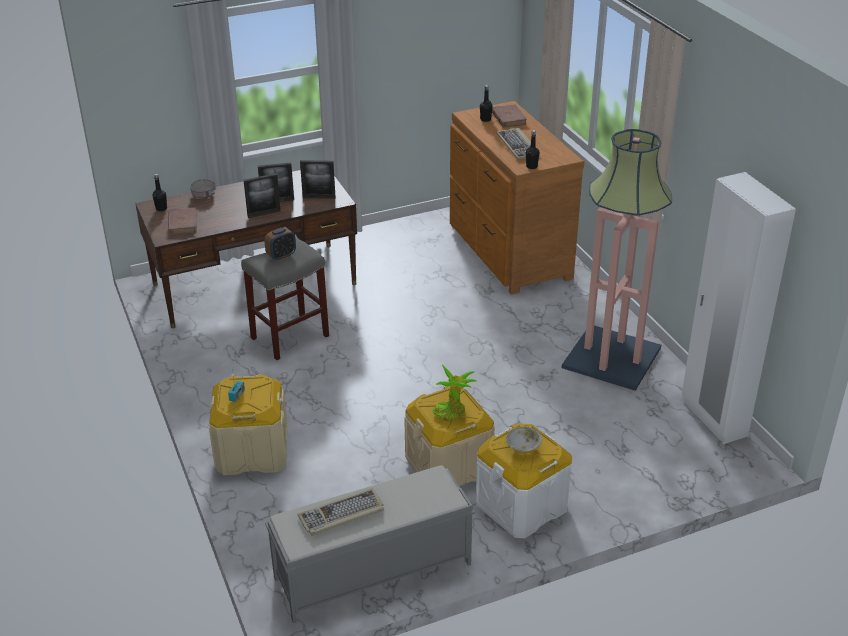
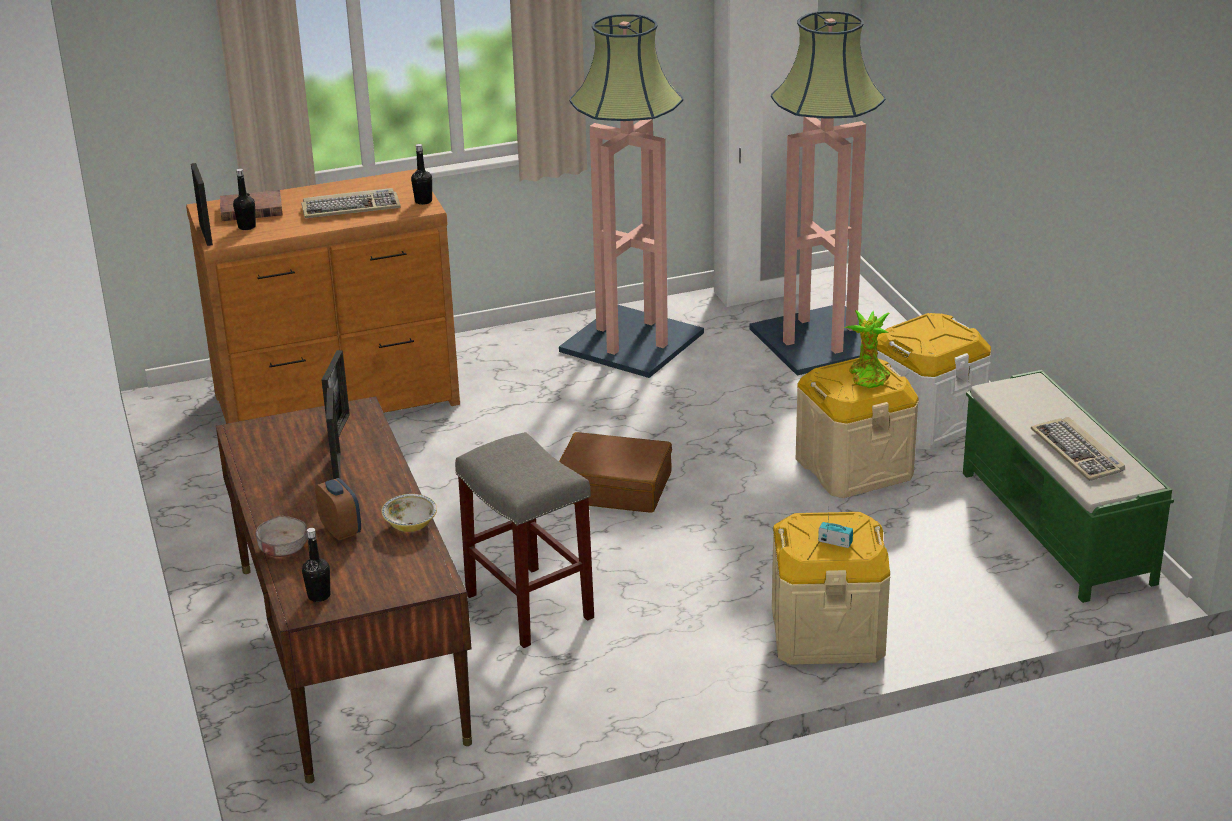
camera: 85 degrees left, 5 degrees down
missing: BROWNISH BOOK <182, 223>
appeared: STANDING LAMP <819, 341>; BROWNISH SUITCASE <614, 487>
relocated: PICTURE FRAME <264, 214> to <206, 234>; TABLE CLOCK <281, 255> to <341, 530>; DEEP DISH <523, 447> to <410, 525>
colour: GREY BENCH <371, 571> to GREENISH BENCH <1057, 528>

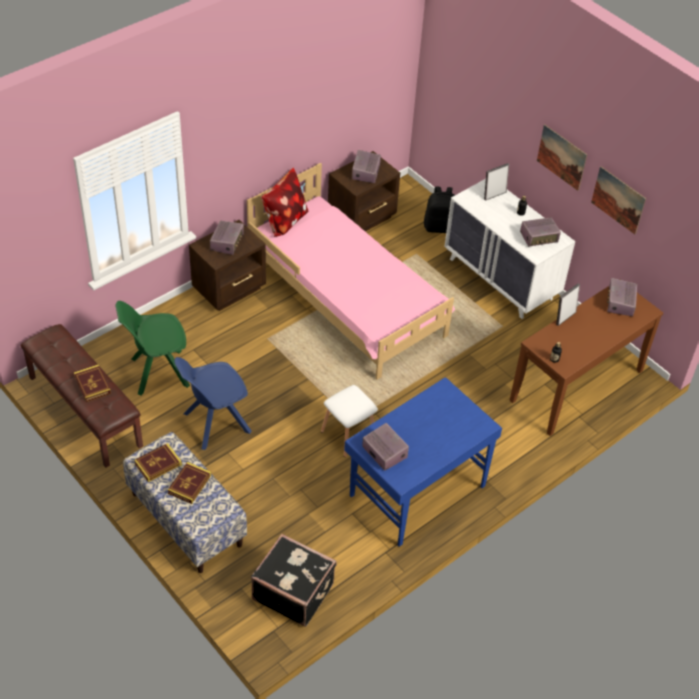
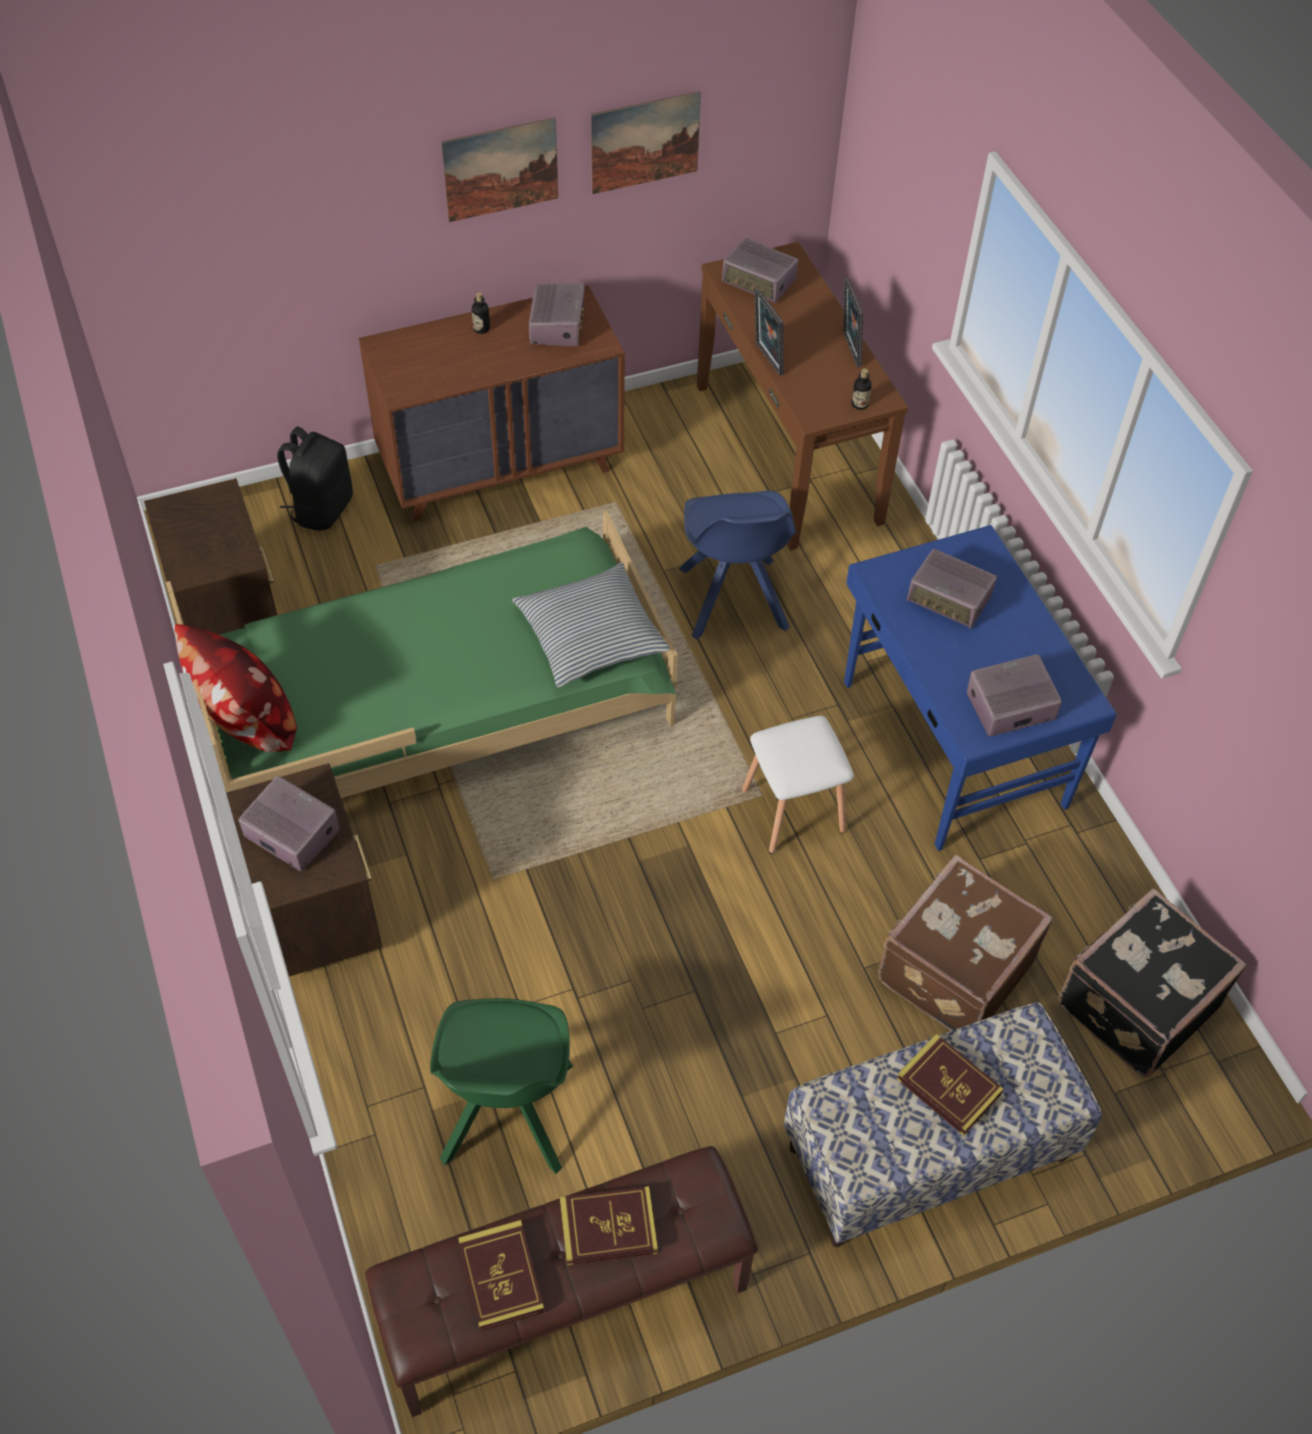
camera: 70 degrees left, 5 degrees up
appeared: CUSHION <591, 636>; BROWNISH SUITCASE <952, 969>
relocated: RADIO <365, 172> to <949, 600>; PICTURE FRAME <494, 195> to <849, 350>; BLUE-COLOURED CHAIR <215, 423> to <733, 601>; BOOK <158, 464> to <501, 1277>
colour: PINK-COLOURED BEDROOM BED <347, 297> to GREENISH BEDROOM BED <439, 709>; WHITE CHEST OF DRAWERS <501, 279> to BROWNISH CHEST OF DRAWERS <501, 466>

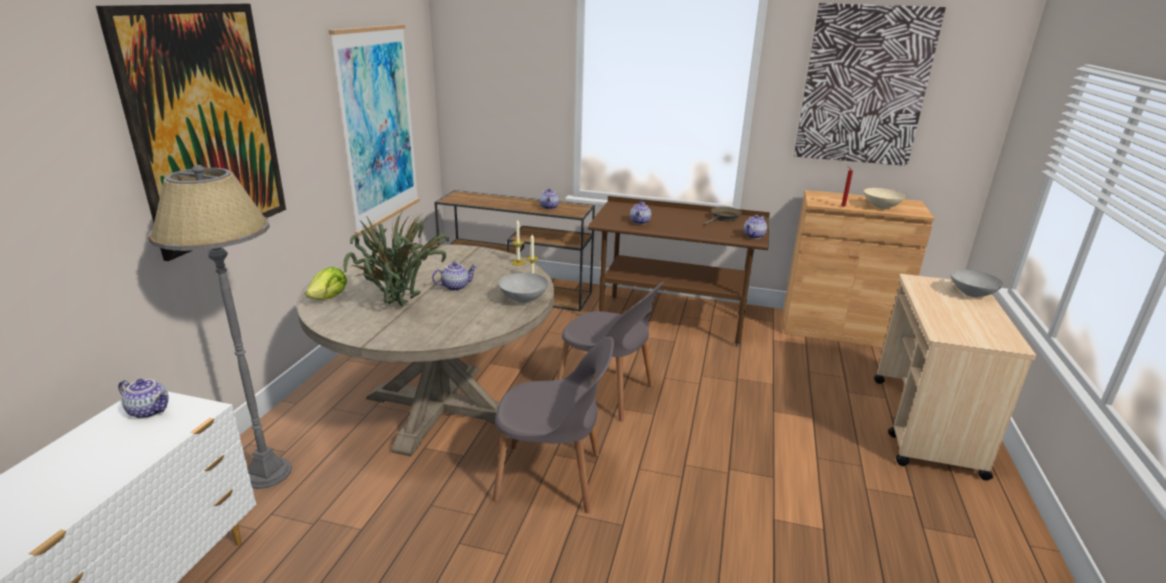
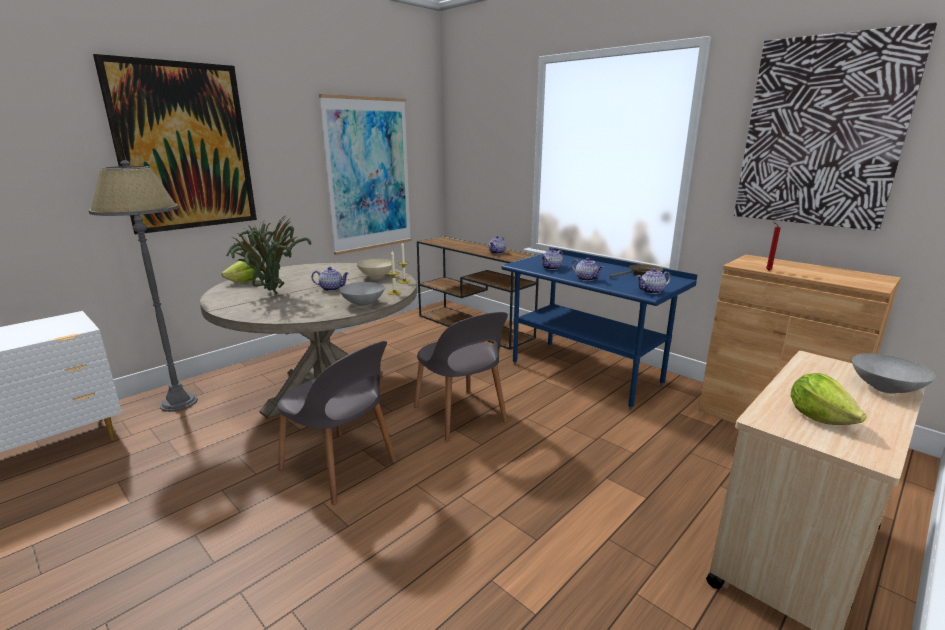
camera: 30 degrees right, 5 degrees down
appeared: LETTUCE <819, 417>
relocated: BEIGE-COLOURED DEEP DISH <880, 207> to <375, 276>; TEA POT <150, 410> to <586, 279>
colour: BROWNISH DESK UNIT <671, 321> to BLUE-COLOURED DESK UNIT <585, 374>

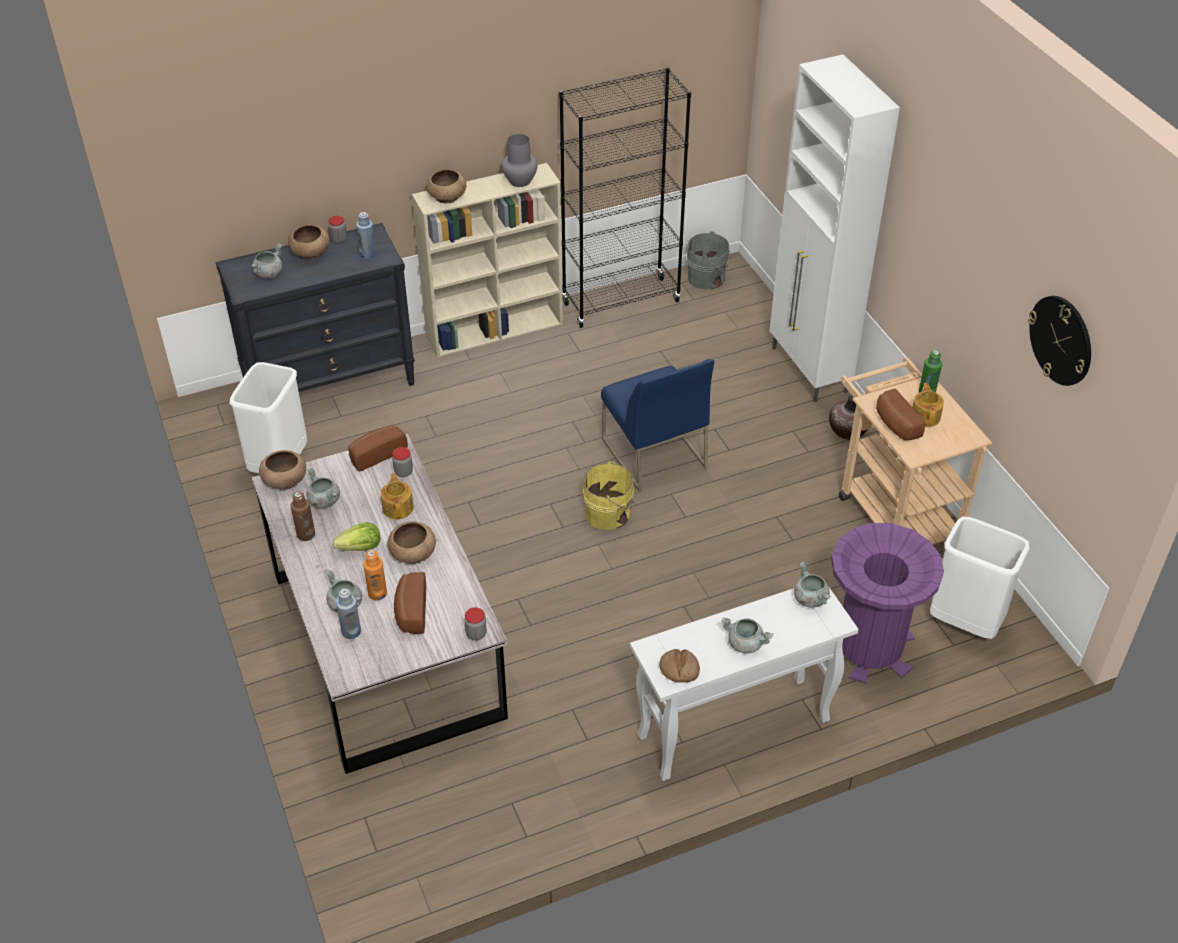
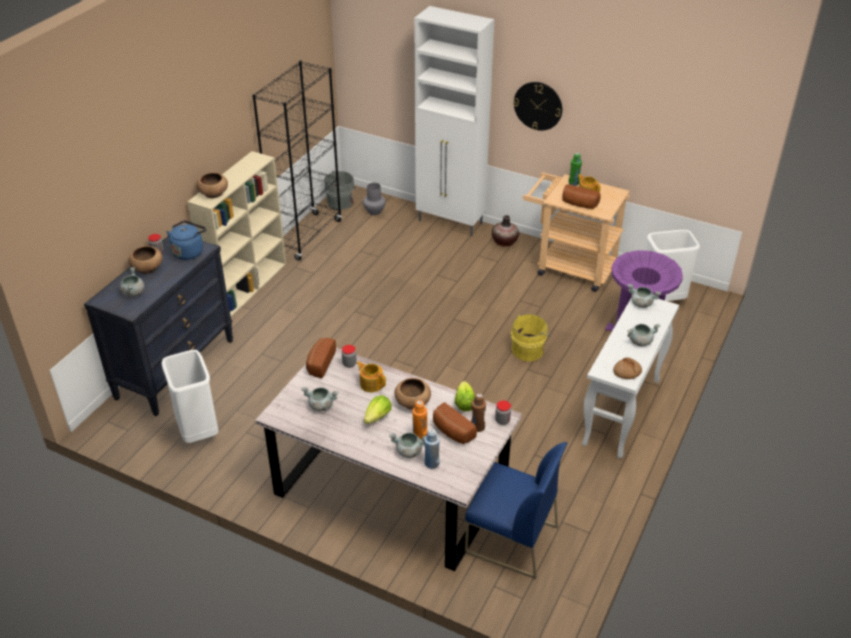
camera: 40 degrees left, 5 degrees down
missing: BROWNISH DEEP DISH <285, 480>
appeared: LETTUCE <464, 404>
relocated: GREY FLOWER VASE <520, 181> to <375, 211>; HANGING CLOCK <1061, 340> to <538, 106>; BLUE-COLOURED CHAIR <653, 453> to <511, 540>; YELLOWISH BUCKET <610, 513> to <529, 350>; BROWNISH BOTTLE <306, 534> to <477, 427>
exchanged: BLUE-COLOURED BOTTLE <368, 254> to BLUE-COLOURED TEA KETTLE <189, 251>

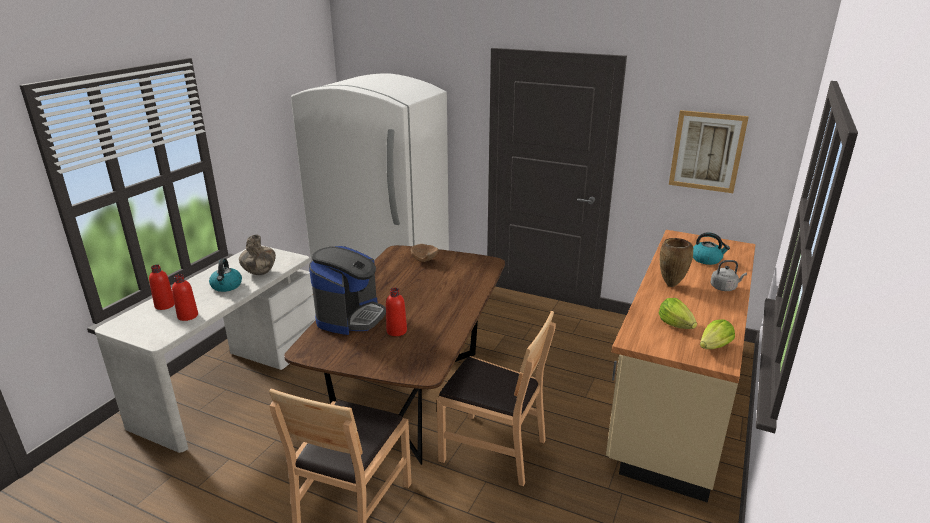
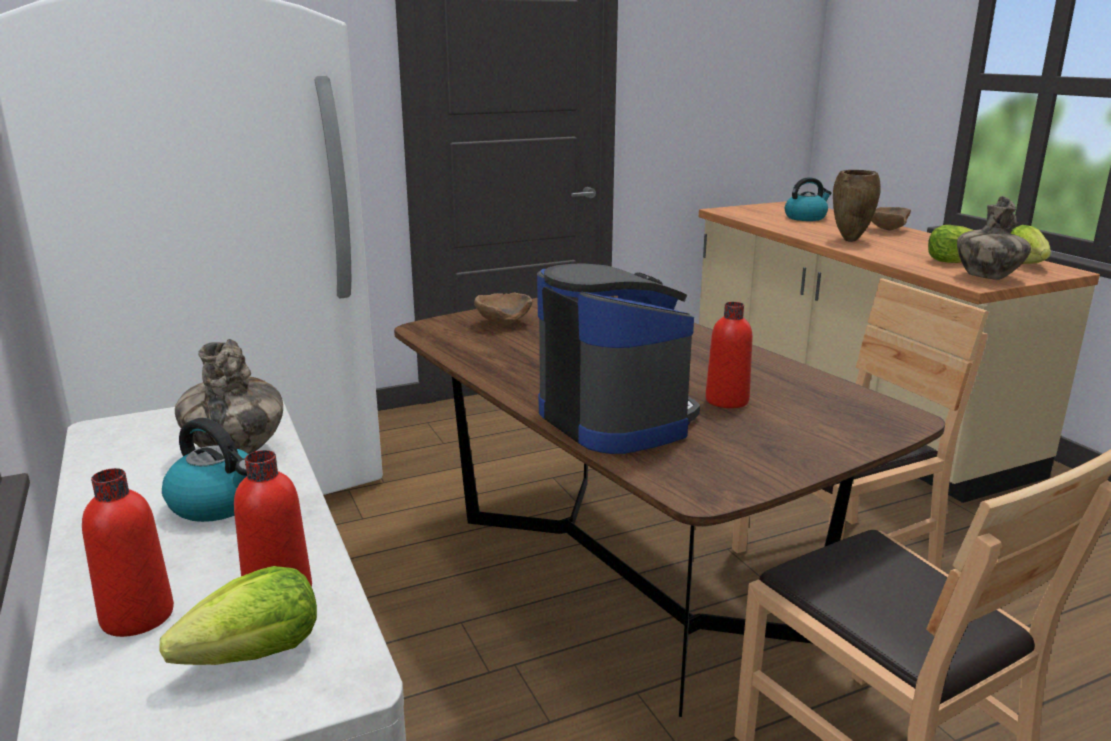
camera: 50 degrees left, 5 degrees down
missing: WALL PICTURE <707, 151>
appeared: FLOWER VASE <986, 277>; LETTUCE <256, 656>
exchanged: GREY TEA KETTLE <724, 287> to BROWNISH DEEP DISH <885, 229>

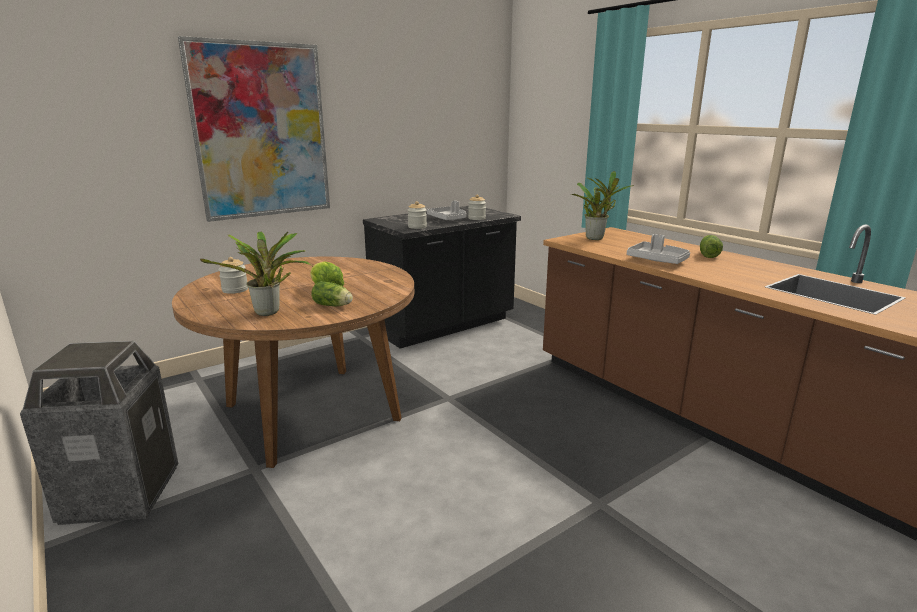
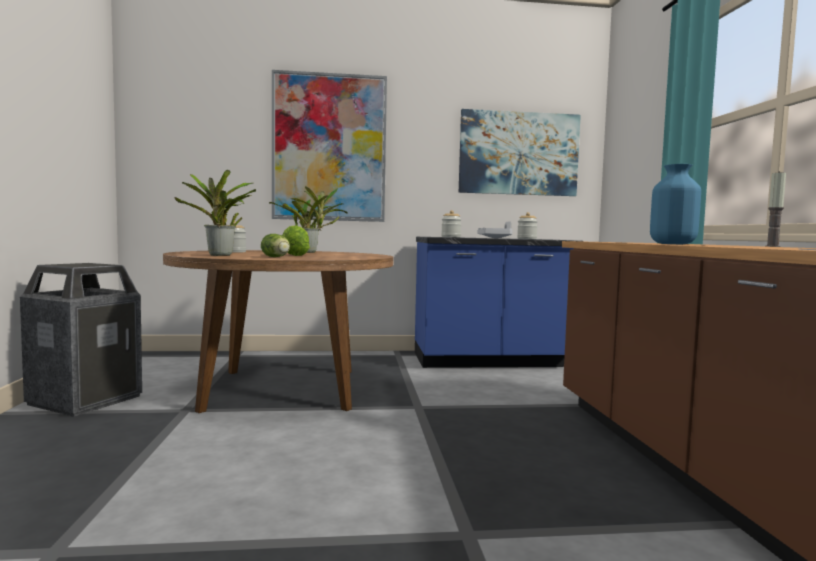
camera: 30 degrees right, 15 degrees down
appeared: WALL PICTURE <518, 153>
relocated: PLANT IN A POT <596, 238> to <310, 252>
exchanged: GREY SERVING TRAY <657, 260> to BLUE-COLOURED FLOWER VASE <673, 244>; LETTUCE <708, 254> to CANDLE <772, 246>
colour: BLACK-COLOURED KITCHEN BASE UNIT <444, 326> to BLUE-COLOURED KITCHEN BASE UNIT <489, 361>

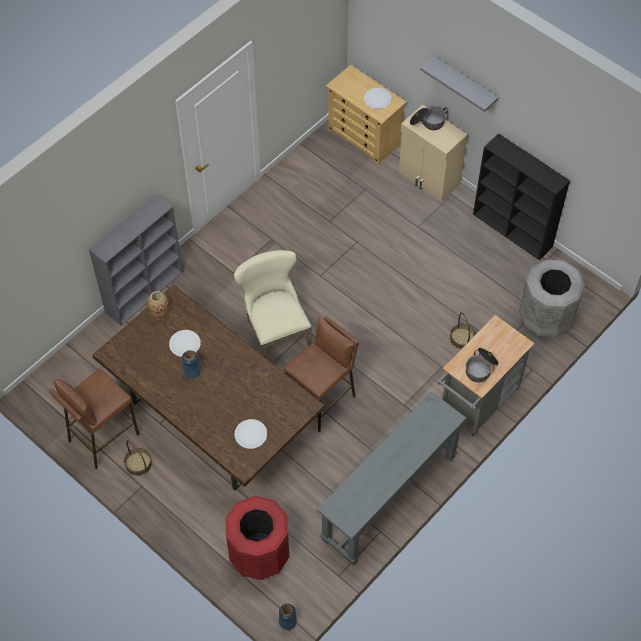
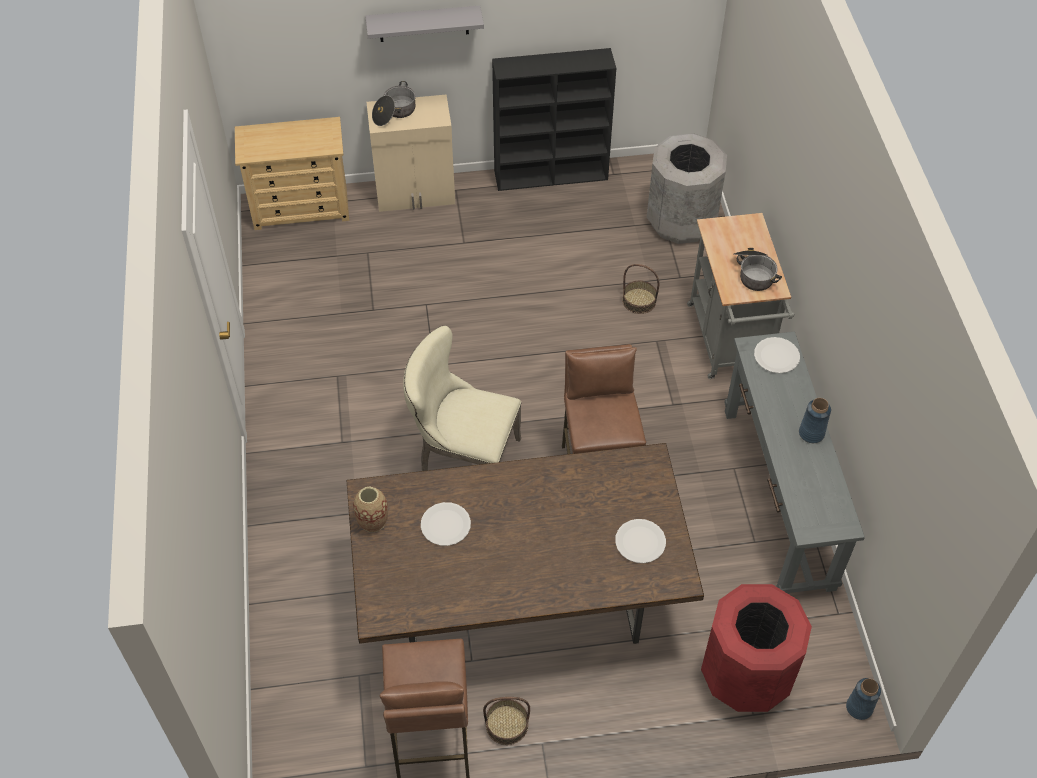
camera: 50 degrees left, 5 degrees down
missing: GREY BOOKCASE <145, 291>
relocated: WHITE FLAT DISH <377, 99> to <776, 356>; BLUE-COLOURED FLOWER VASE <192, 371> to <811, 433>

